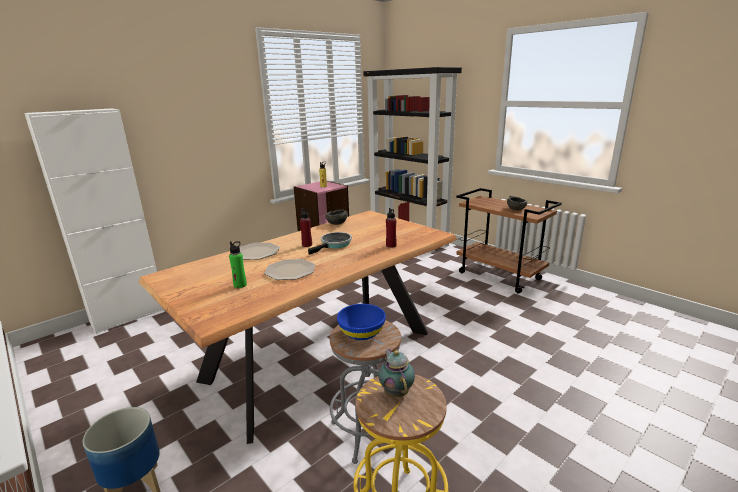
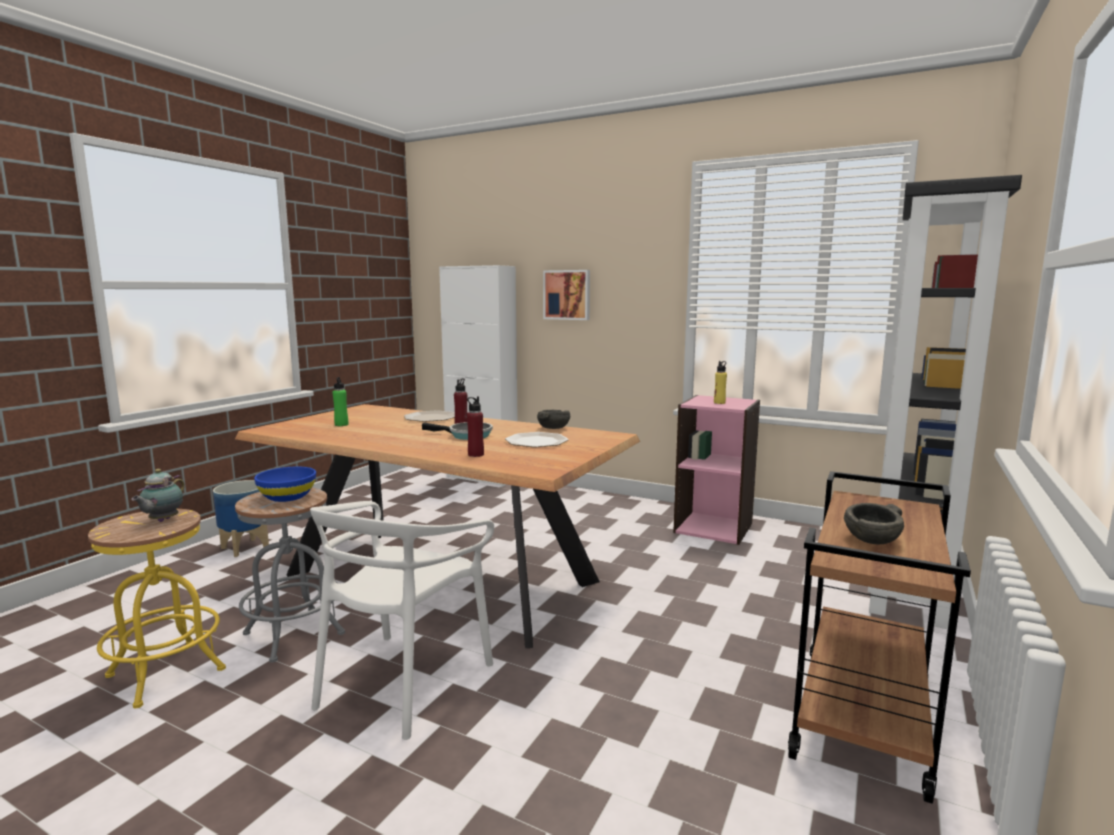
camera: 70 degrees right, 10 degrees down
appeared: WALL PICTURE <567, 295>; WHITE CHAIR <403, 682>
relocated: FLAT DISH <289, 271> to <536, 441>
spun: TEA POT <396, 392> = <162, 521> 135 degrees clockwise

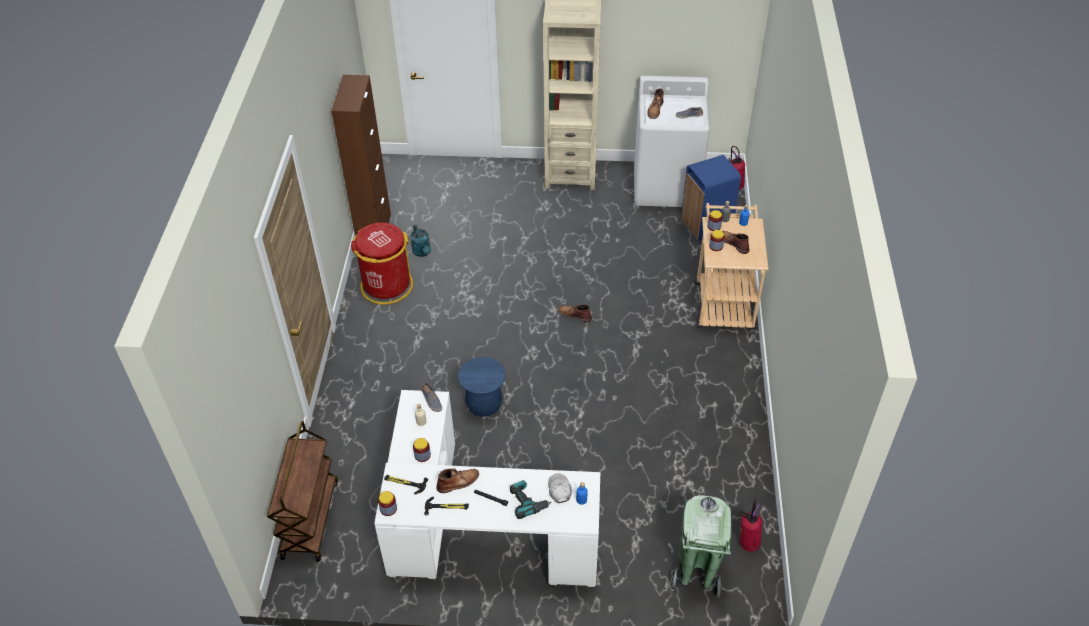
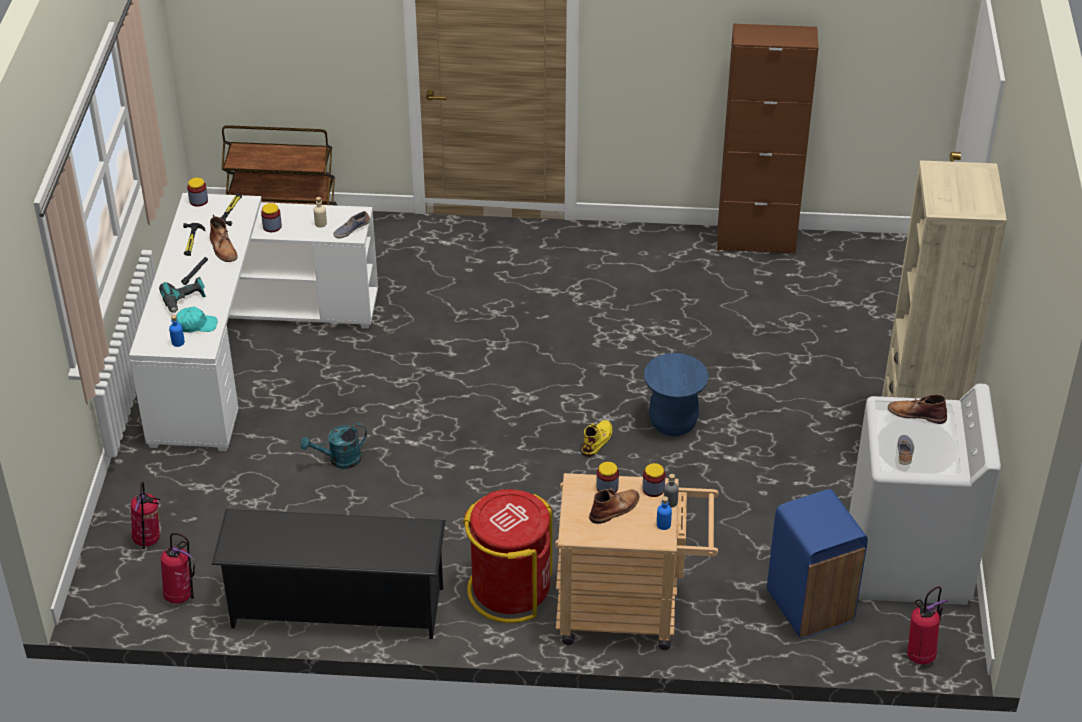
camera: 90 degrees right, 5 degrees down
appeared: BLACK-COLOURED SHOE STAND <336, 607>
relocated: RED-COLOURED TRASH CAN <386, 286> to <509, 590>; TURQUOISE WATERING CAN <423, 252> to <339, 460>; BLUE-COLOURED STOOL SEAT <484, 405> to <673, 422>
exchanged: GREENISH TRASH CAN <697, 572> to FIRE-FIGHTING CYLINDER <148, 541>
colour: BROWNISH BOOT <574, 314> to YELLOWISH BOOT <597, 440>; WHITE CAP <559, 490> to TURQUOISE CAP <196, 325>

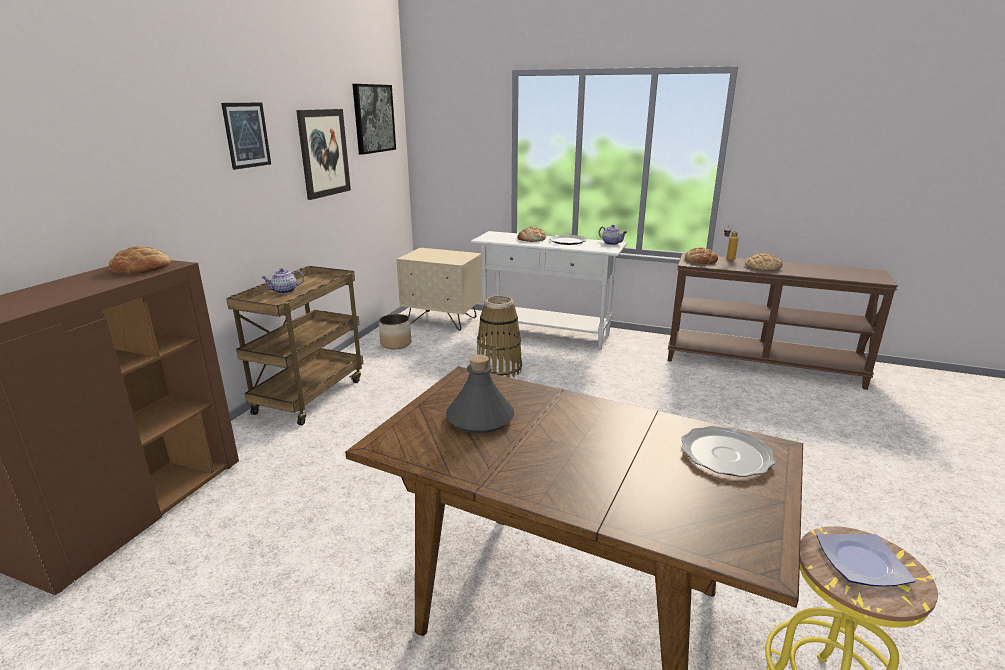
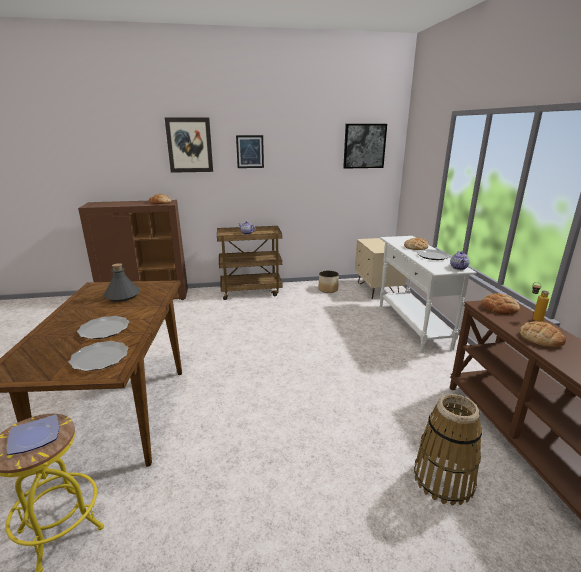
camera: 60 degrees right, 0 degrees up
appeared: FLAT DISH <104, 329>
relocated: WALL PICTURE <324, 153> to <189, 145>; STORAGE BASKET <499, 369> to <443, 480>

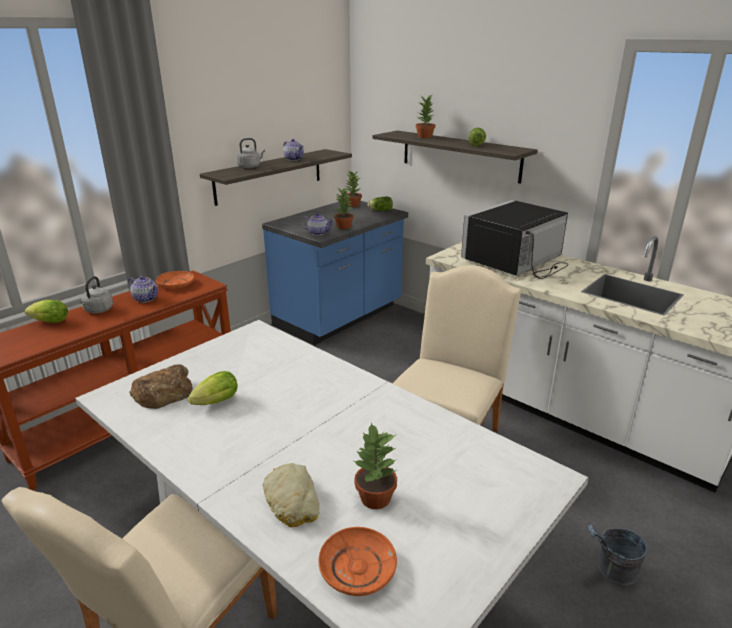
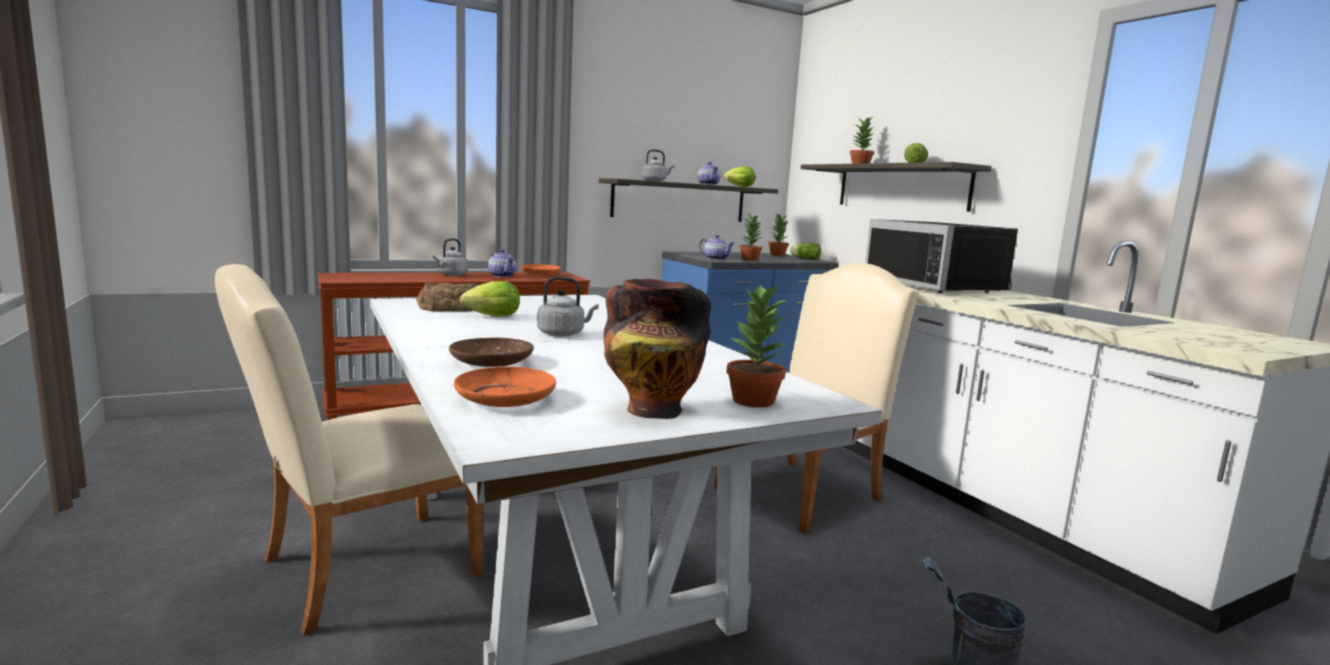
camera: 20 degrees right, 15 degrees down
appeared: GREY TEA KETTLE <563, 334>; FLOWER VASE <651, 410>
relocated: LETTUCE <48, 322> to <738, 186>; PLANT IN A POT <375, 499> to <752, 401>
exchanged: BAKERY BREAD <292, 501> to BROWNISH FLAT DISH <491, 362>
spun: BLACK-COLOURED MICROWAVE OVEN <517, 261> = <940, 286> 90 degrees counterclockwise

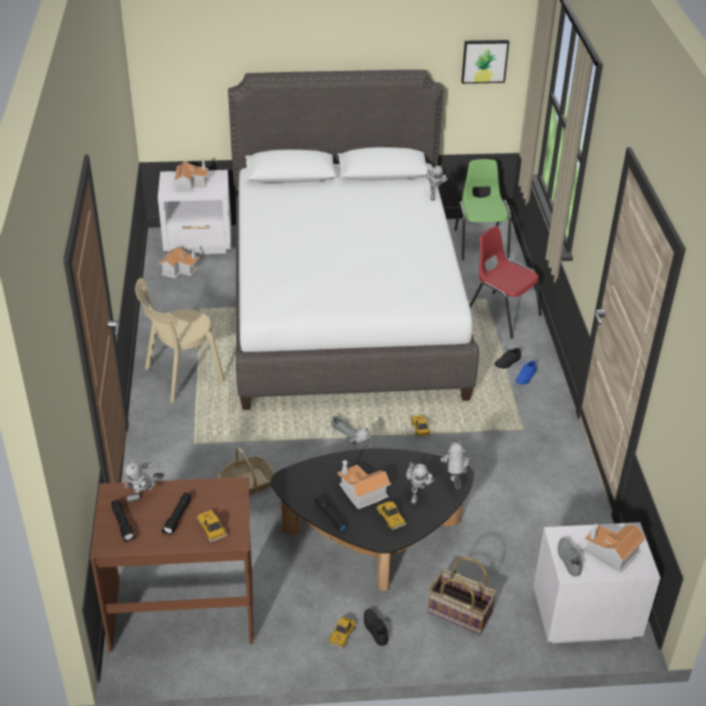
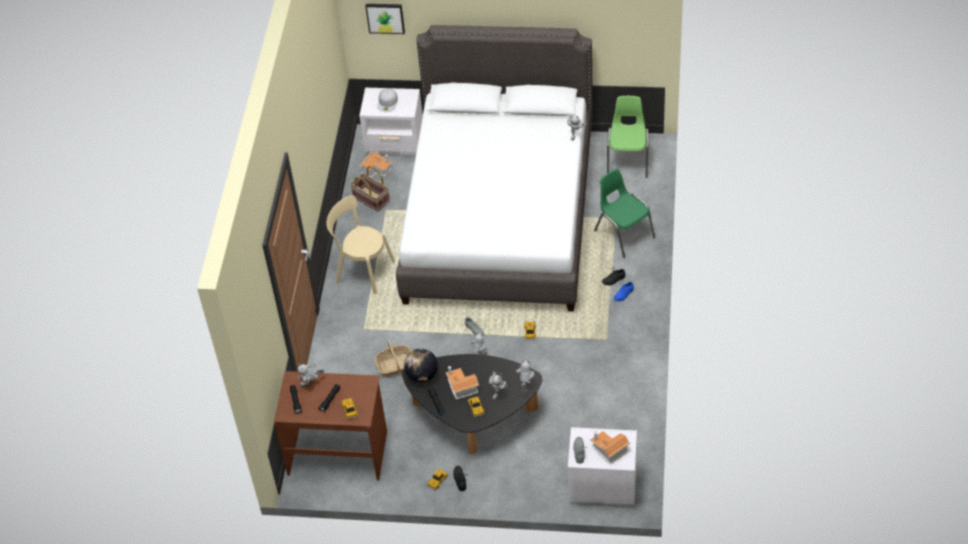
camera: 15 degrees right, 10 degrees up
appeared: GLOBE <422, 375>
relocated: WALL PICTURE <484, 60> to <385, 17>; STORAGE BASKET <459, 613> to <370, 199>
exchanged: TOY HOUSE <191, 183> to WHITE CAP <387, 102>
colour: RED-COLOURED CHAIR <502, 314> to GREENISH CHAIR <623, 234>
spun: BEIGE-COLOURED CHAIR <181, 376> = <362, 271> 45 degrees clockwise

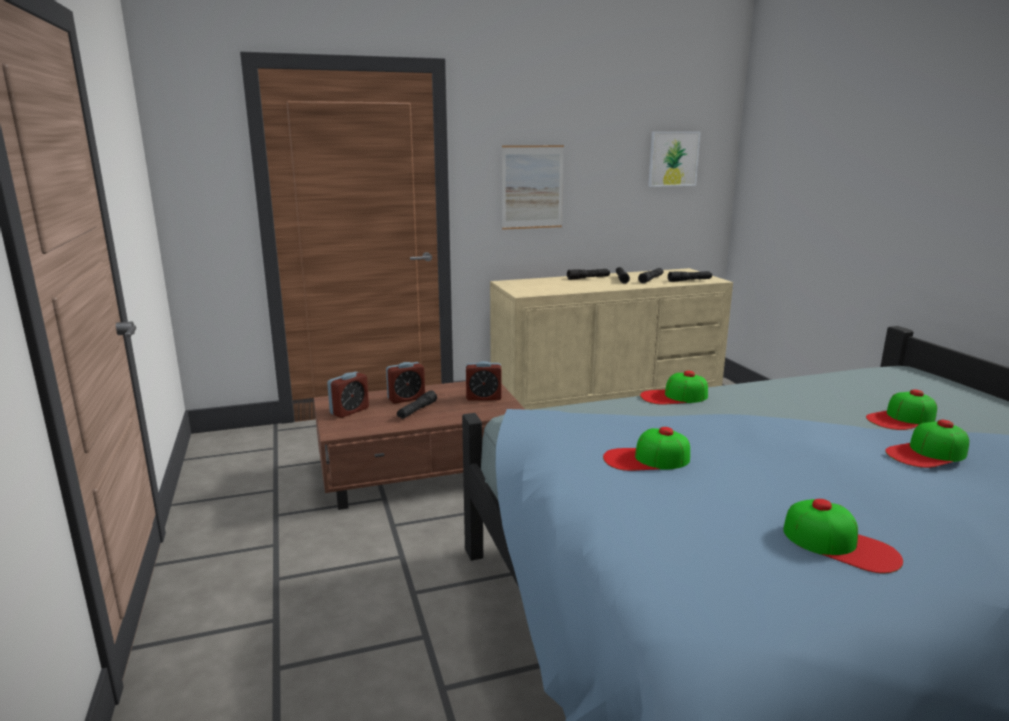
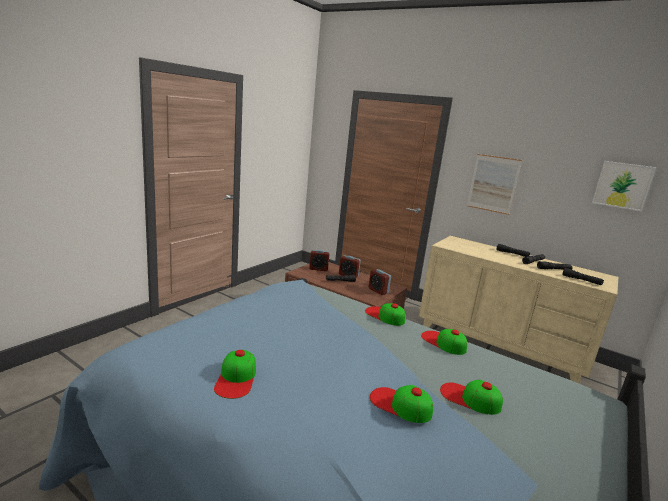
camera: 50 degrees right, 0 degrees up
relocated: CAP <646, 459> to <443, 342>

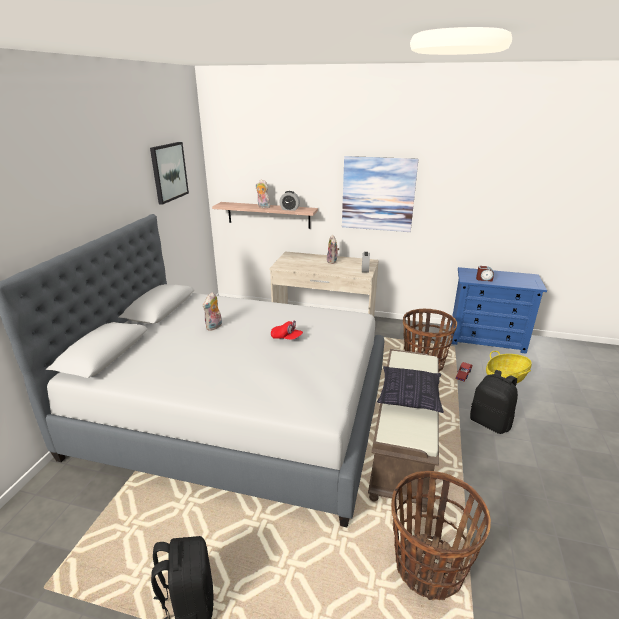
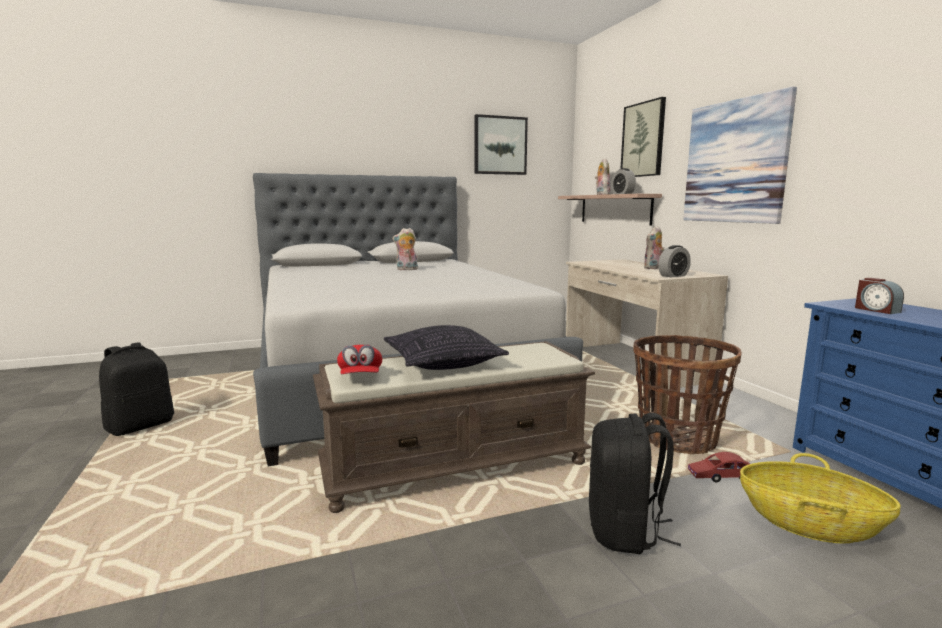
camera: 55 degrees right, 15 degrees down
missing: STORAGE BASKET <428, 567>
appeared: WALL PICTURE <643, 140>
relocated: RED-COLOURED CAP <286, 338> to <360, 377>

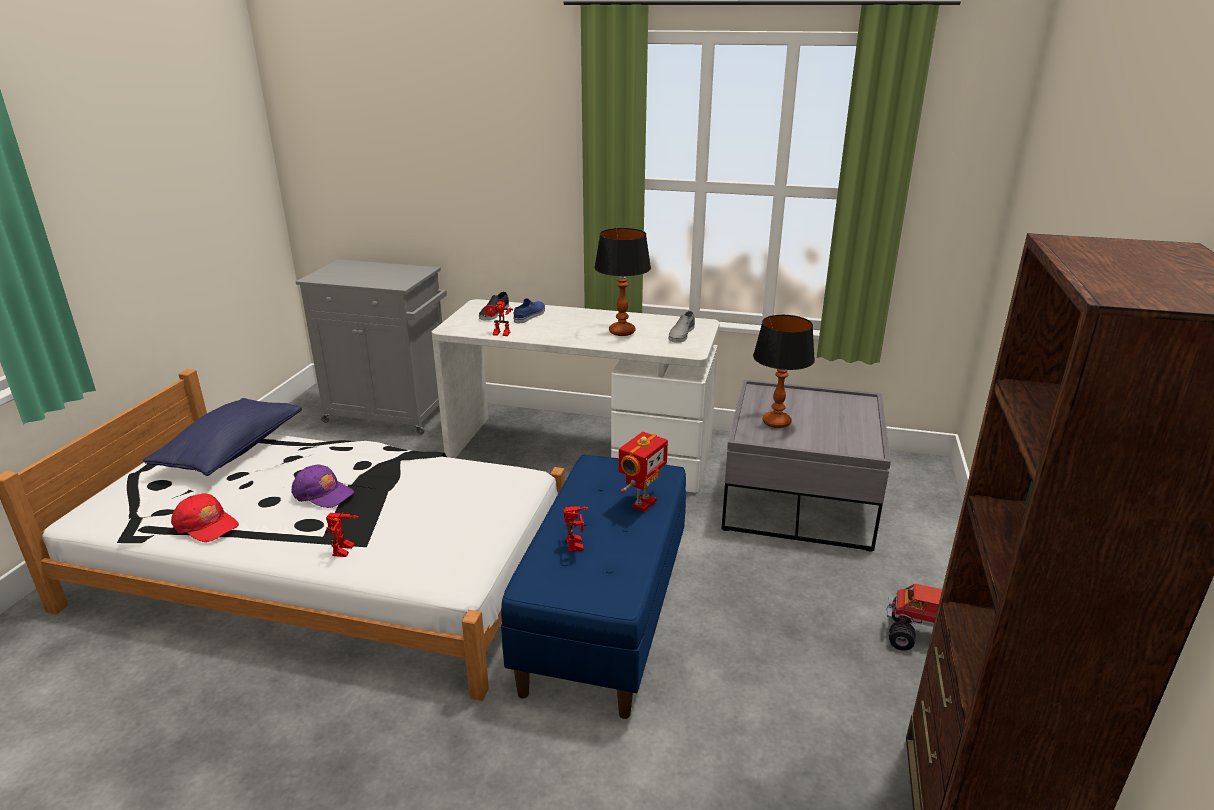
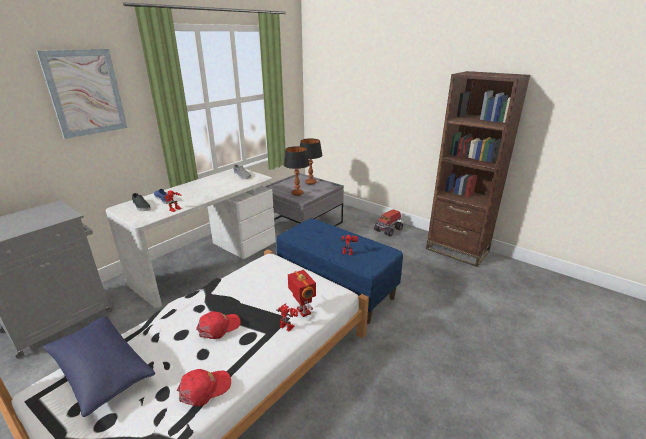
camera: 65 degrees left, 0 degrees up
appeared: WALL PICTURE <86, 93>
relocated: TABLE LAMP <621, 332> to <310, 182>; ROBOT FIGURE <642, 503> to <302, 311>
colour: PURPLISH CAP <323, 493> to RED-COLOURED CAP <219, 327>

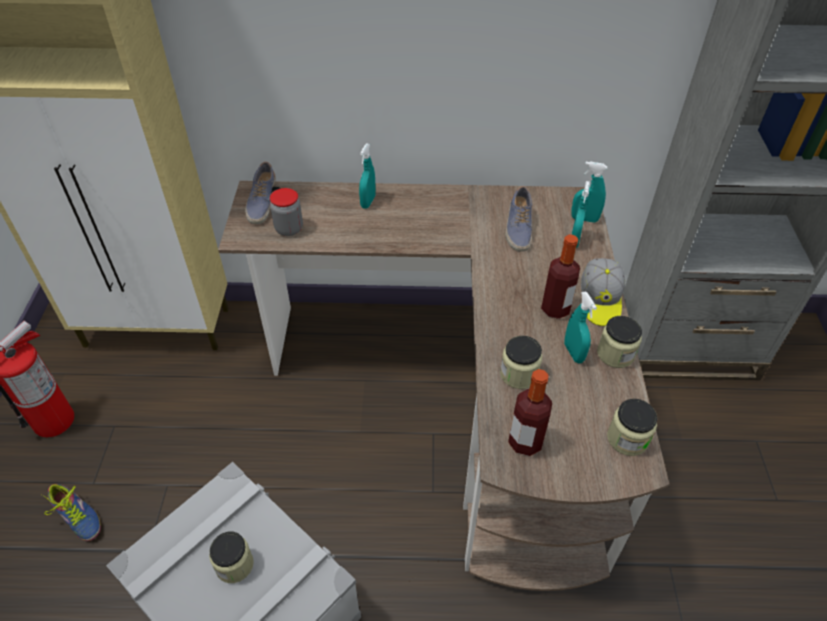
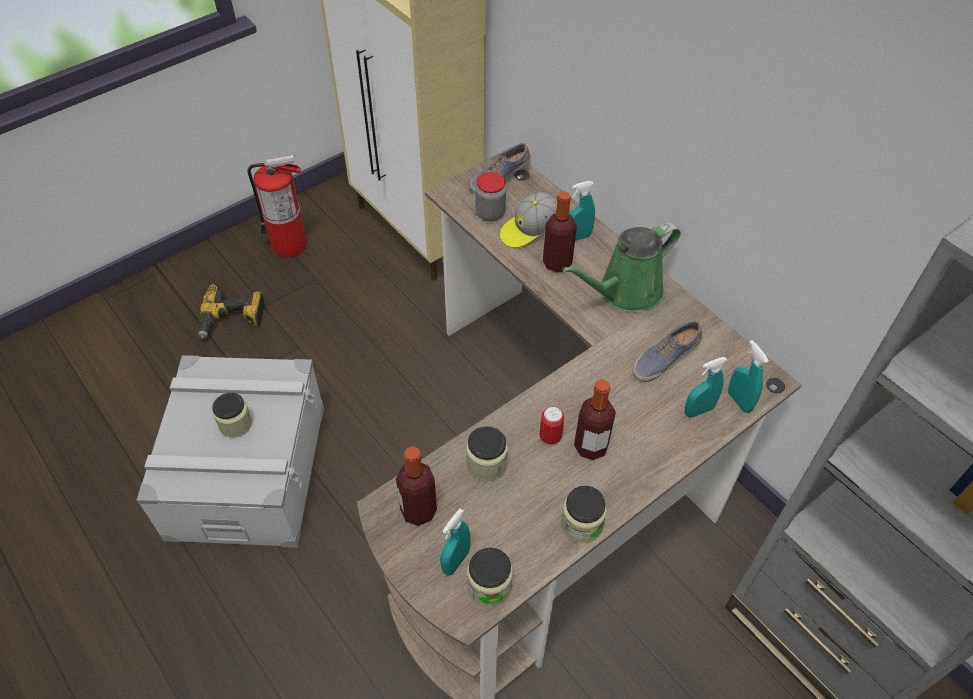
camera: 50 degrees right, 5 degrees up
appeared: BOTTLE <557, 263>; GREENISH WATERING CAN <625, 292>; METAL CAN <550, 437>
relocated: CAP <600, 300> to <530, 230>; TURQUOISE HAND SPRAYER <573, 353> to <456, 561>
exchanged: LOW SHOE <75, 518> to DRILL <232, 319>

